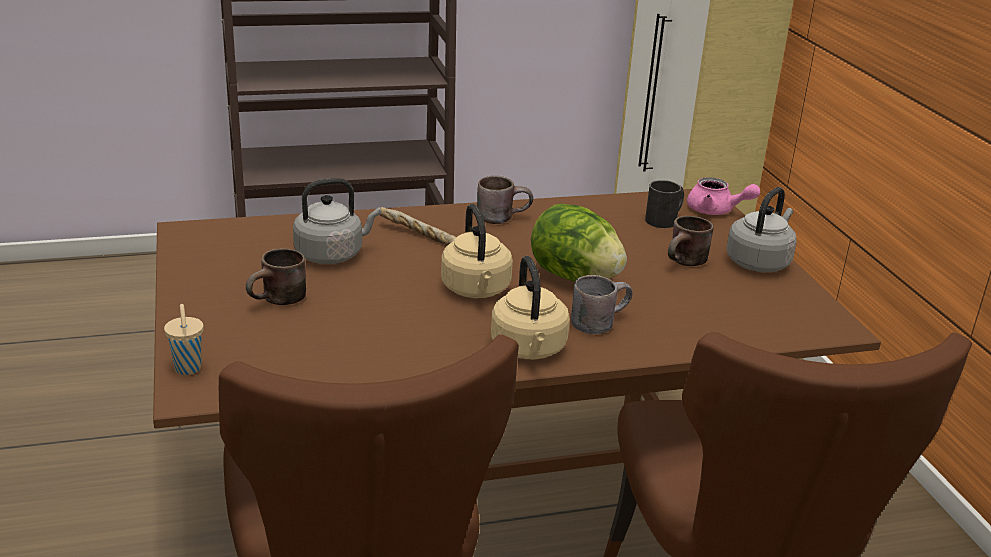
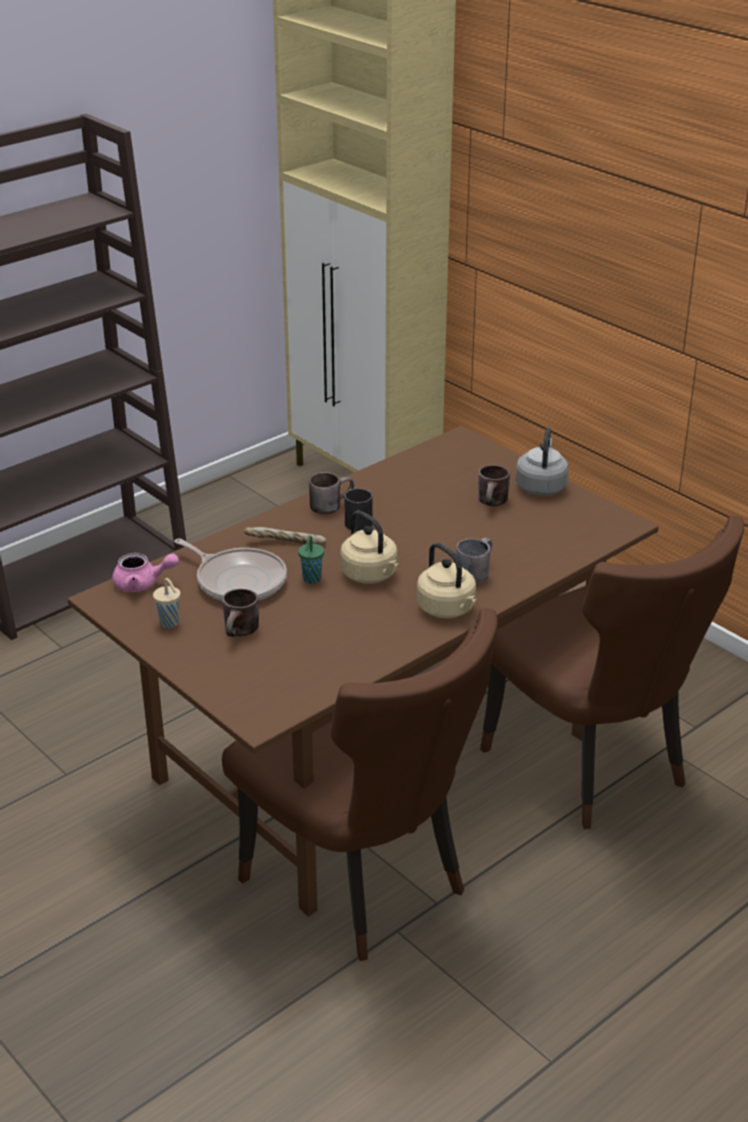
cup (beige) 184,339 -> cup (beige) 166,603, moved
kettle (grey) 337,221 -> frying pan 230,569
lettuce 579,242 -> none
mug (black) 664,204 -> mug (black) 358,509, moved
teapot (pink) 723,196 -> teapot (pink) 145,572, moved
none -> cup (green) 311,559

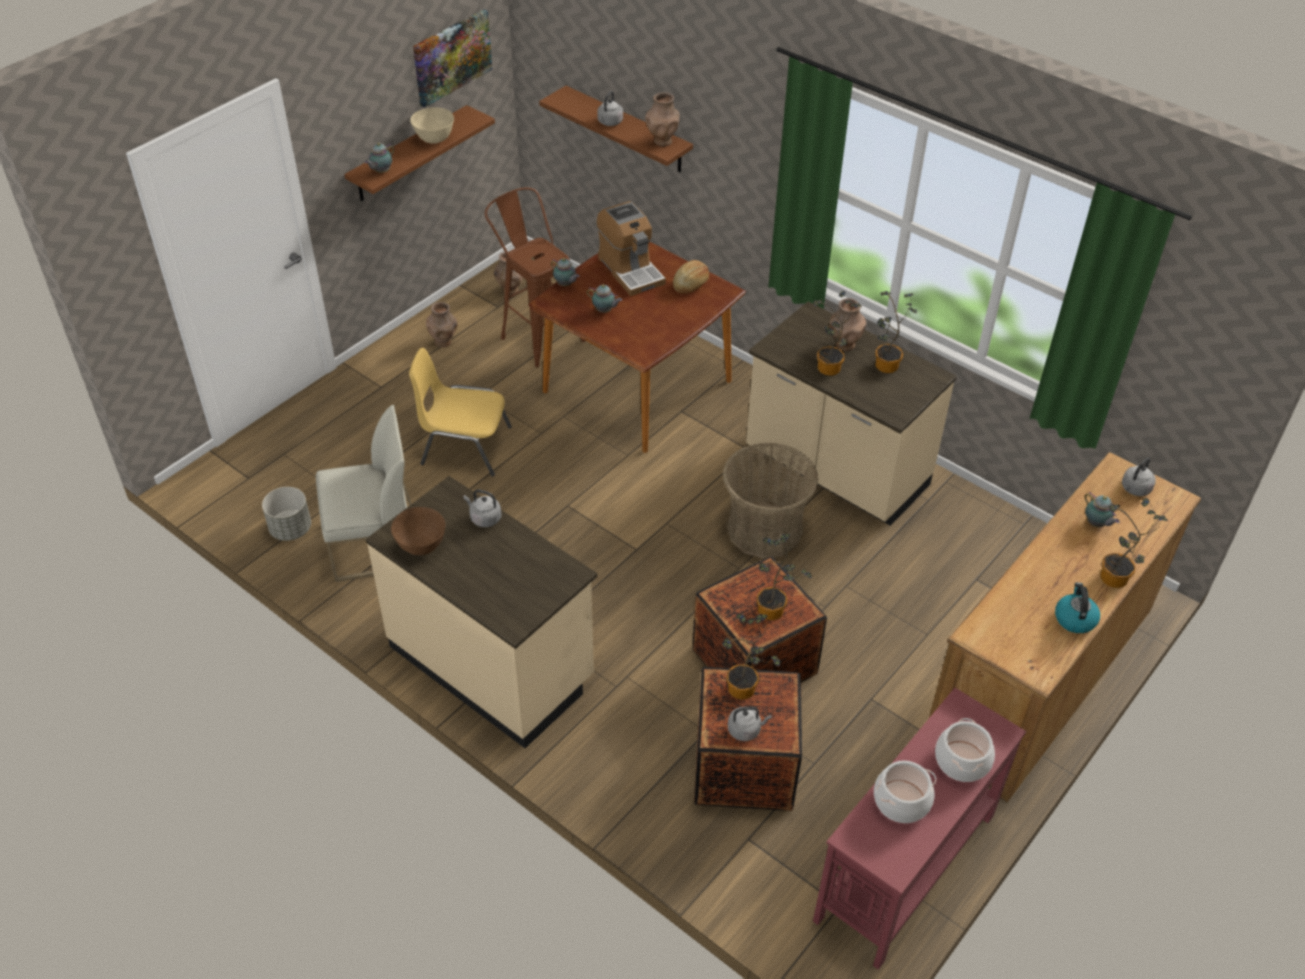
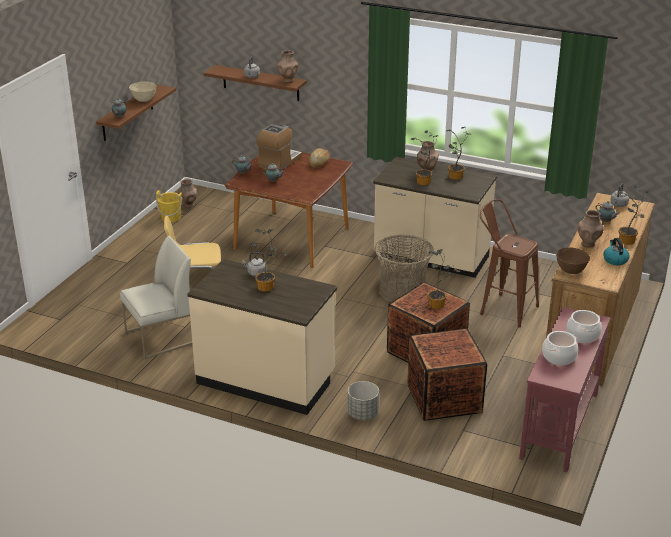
planter (grey) 286,514 -> planter (grey) 363,400, moved
bowl (brown) 418,531 -> bowl (brown) 573,260, moved
picture 453,58 -> none
vase (brown) 441,324 -> vase (brown) 590,229, moved
stool (brown) 535,277 -> stool (brown) 509,263, moved
coffee machine 631,248 -> coffee machine 279,148, 105 degrees counterclockwise
potted plant 751,656 -> potted plant 268,260, moved
kettle (grey) 750,724 -> none
none -> bucket (yellow) 169,206

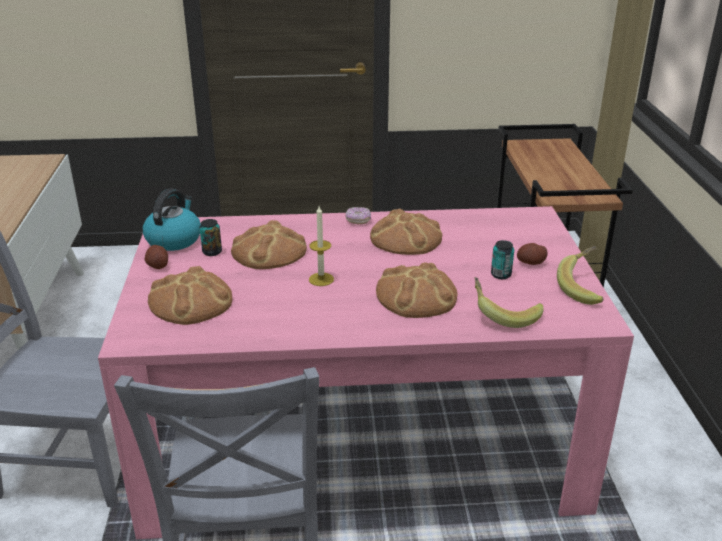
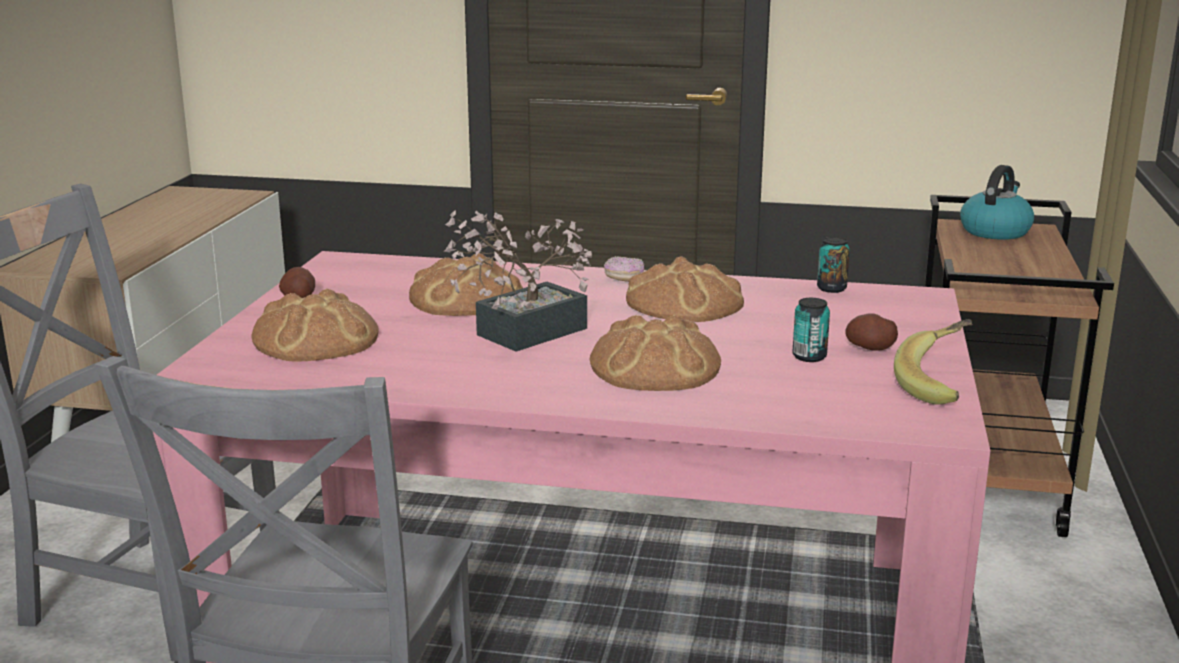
kettle 172,219 -> kettle 997,202, moved
can 211,237 -> can 833,265, moved
candle 321,246 -> potted plant 518,280
banana 509,302 -> none

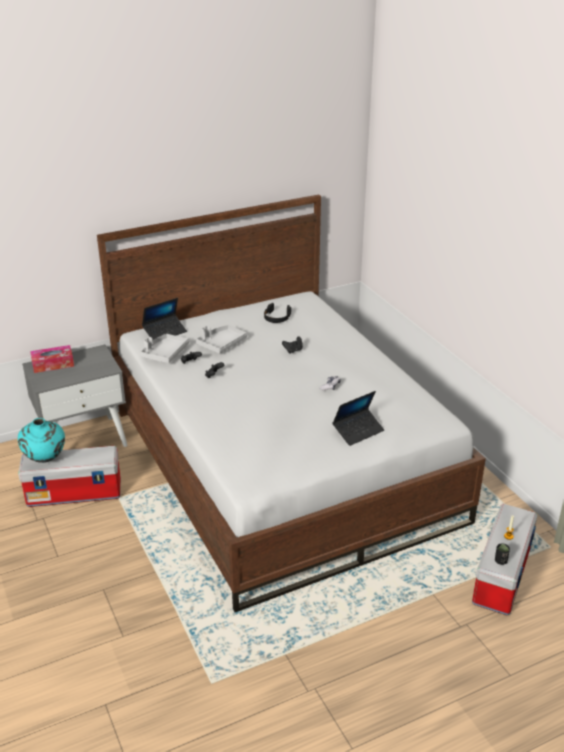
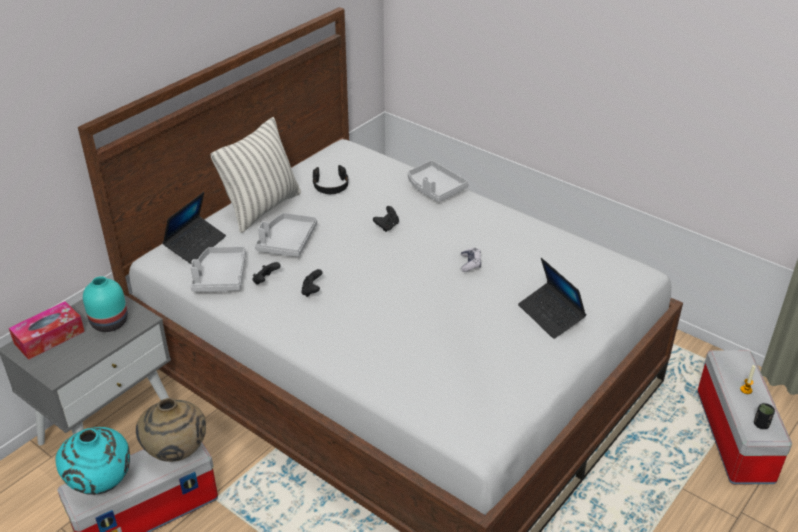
laptop 358,418 -> laptop 552,298, 120 degrees clockwise
none -> vase (turquoise) 105,304
none -> vase (beige) 171,430
none -> pillow 255,175
none -> tray (grey) 438,181

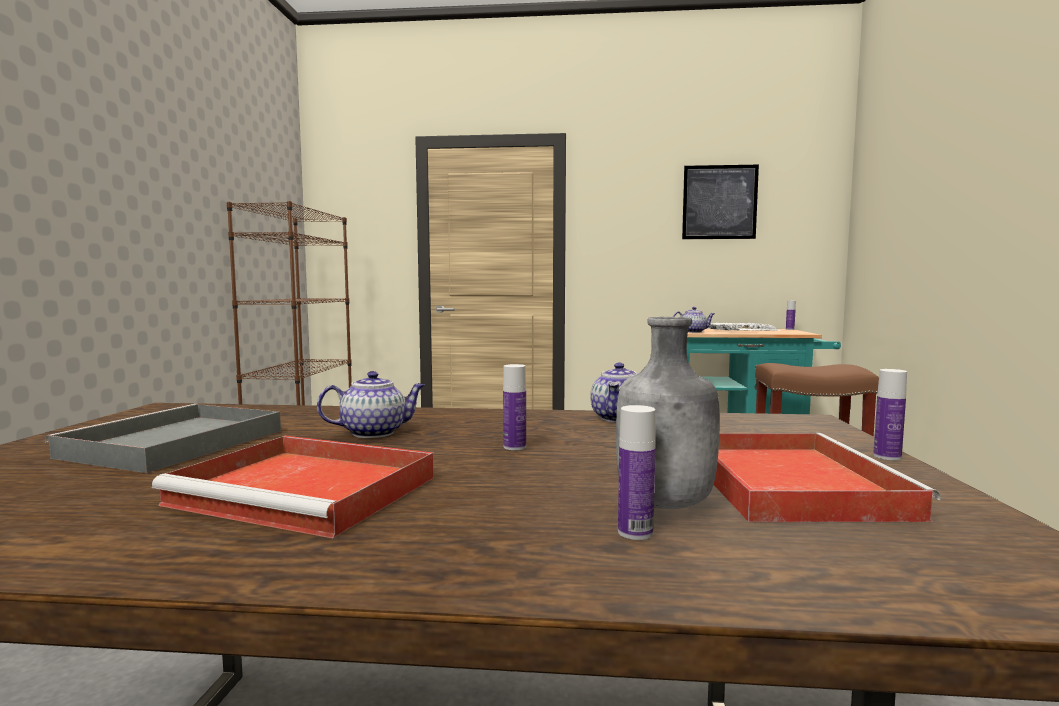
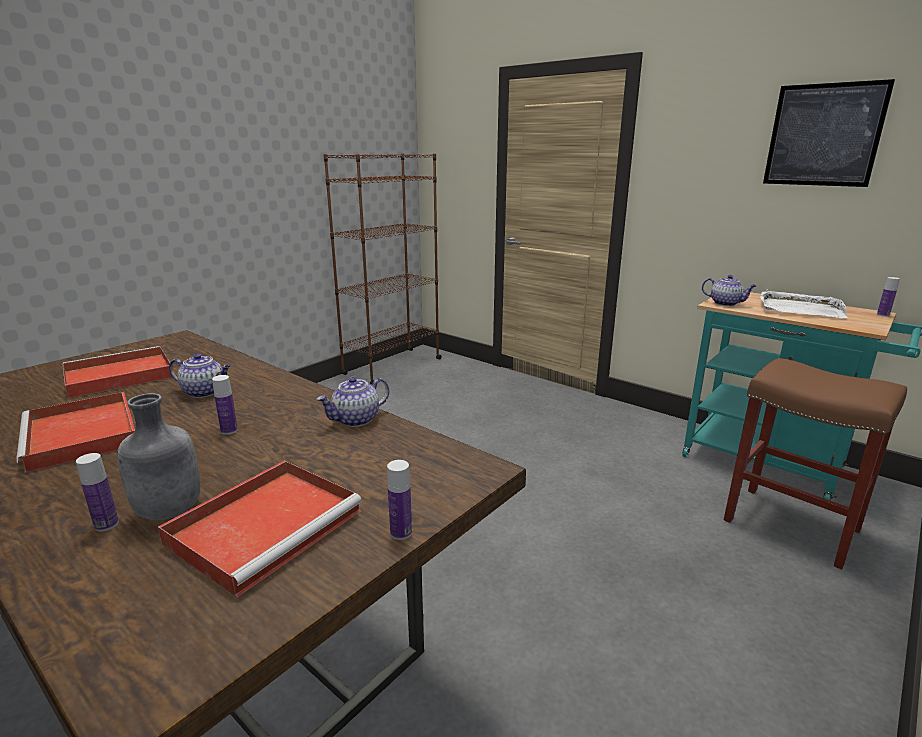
tray (grey) 163,438 -> tray (red) 117,372

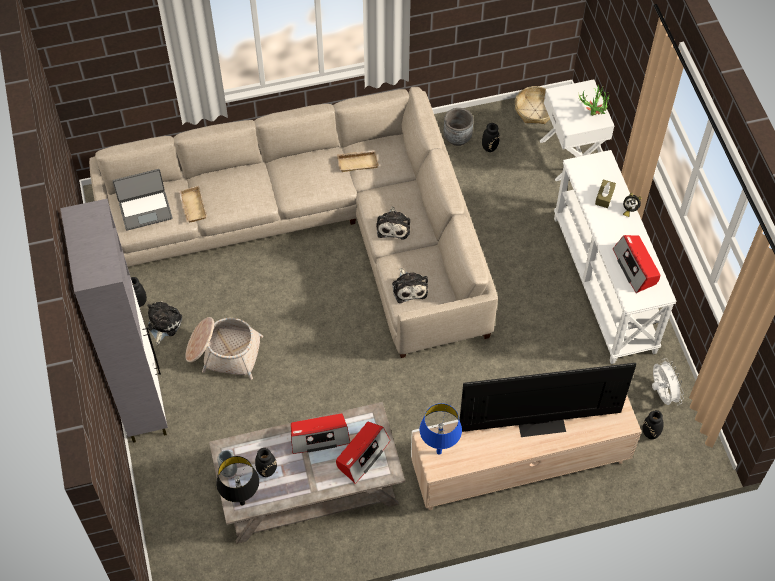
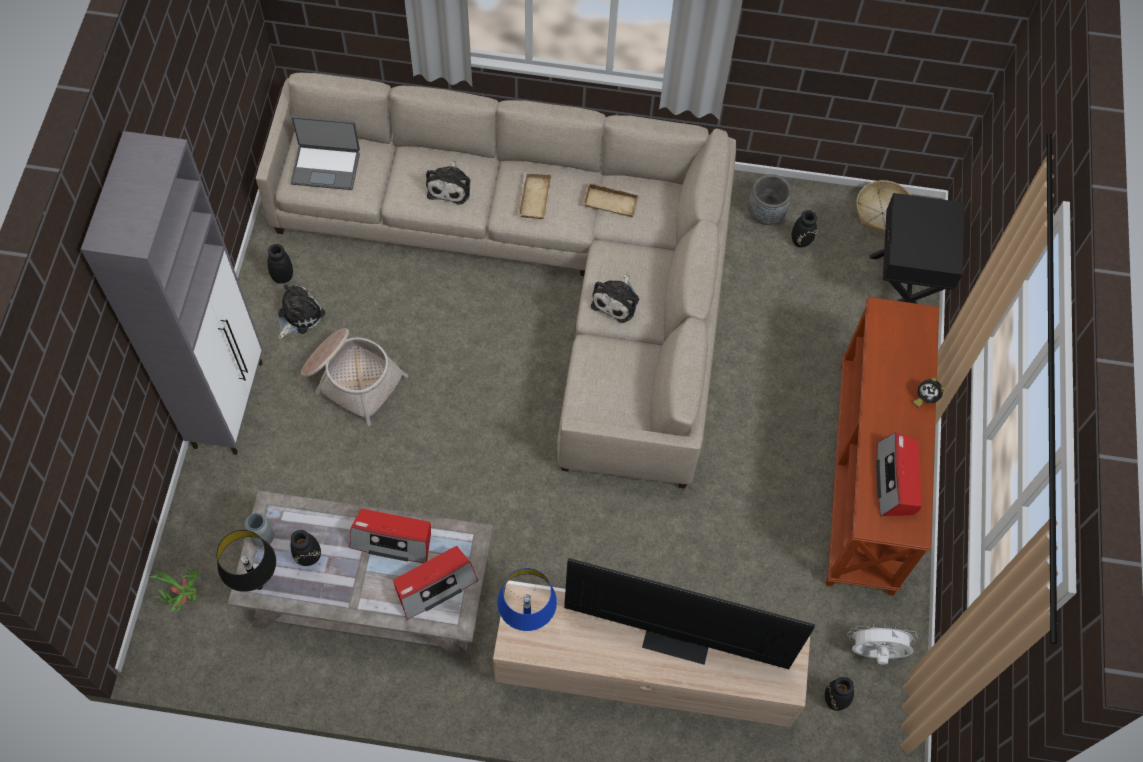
tray (beige) 192,204 -> tray (beige) 535,195, moved
plush toy 410,285 -> plush toy 448,182, moved
nightstand (white) 577,130 -> nightstand (black) 916,248
console table (white) 615,257 -> console table (brown) 882,446
potted plant 593,100 -> potted plant 173,590, moved
tissue box (brown) 605,194 -> none
fan (white) 668,382 -> fan (white) 882,644, 90 degrees counterclockwise

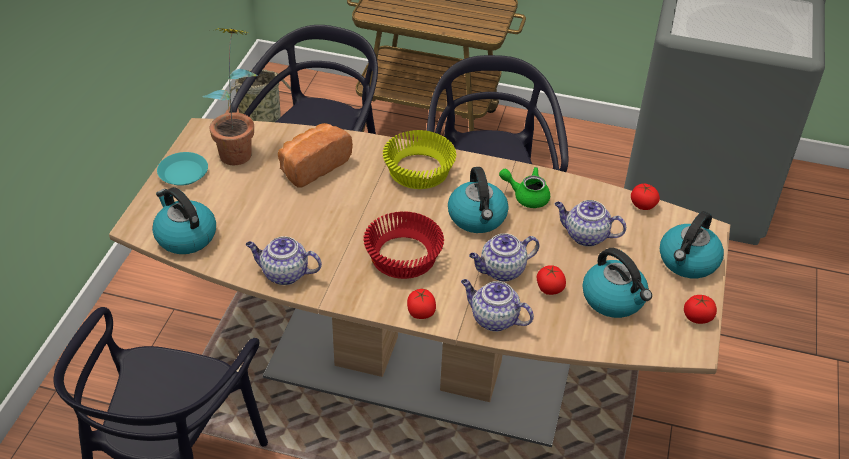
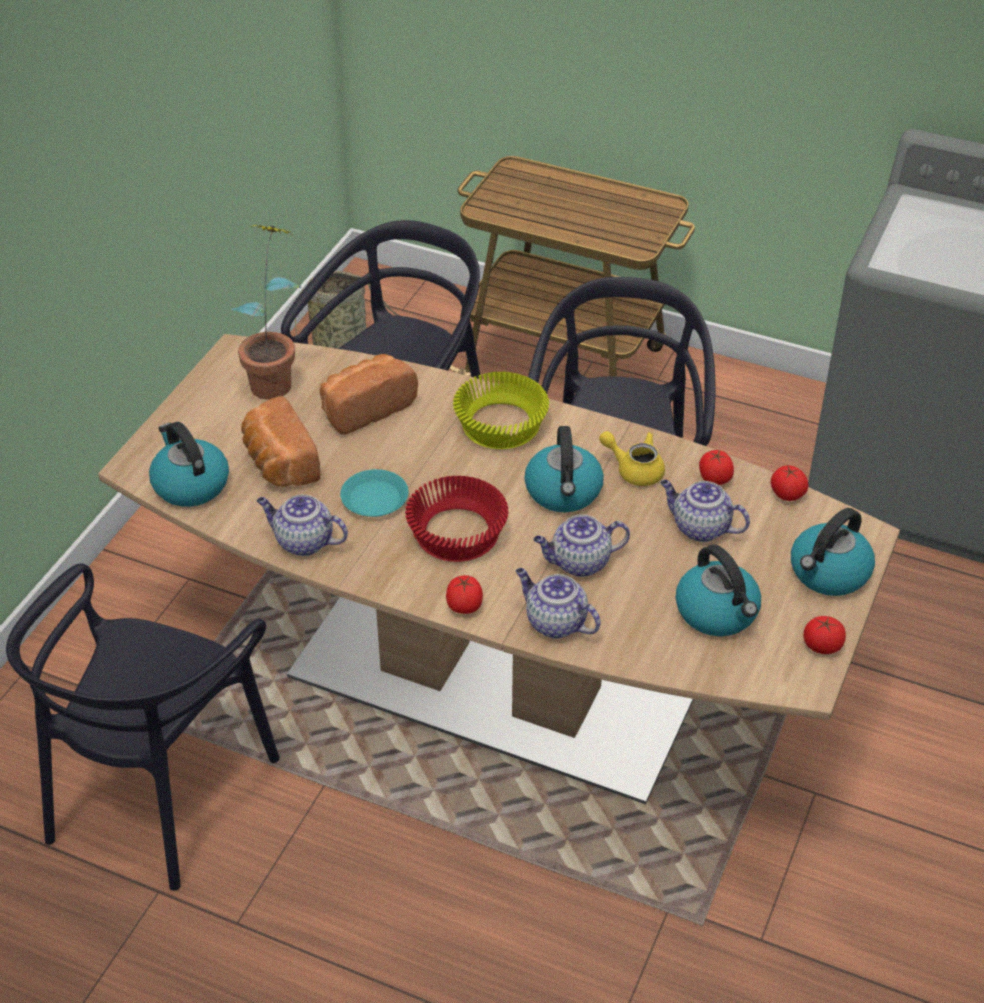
plate (turquoise) 182,169 -> plate (turquoise) 374,493, moved
teapot (green) 524,187 -> teapot (yellow) 632,458
tomato 551,280 -> tomato 716,467, moved
none -> bread 281,441

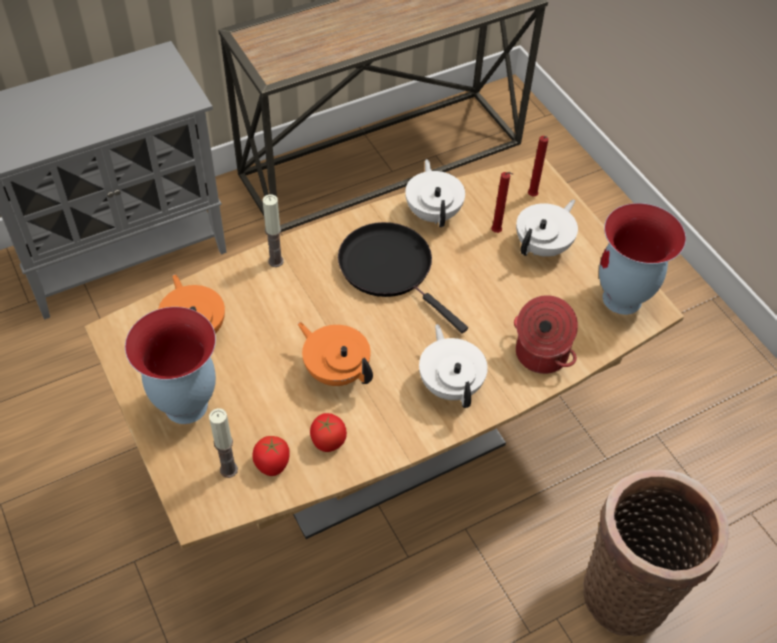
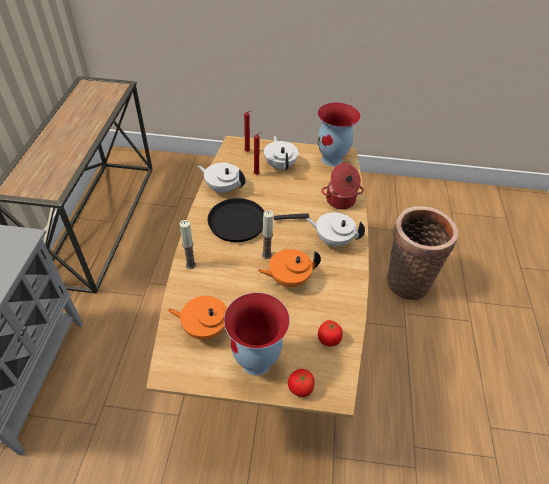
candle 223,443 -> candle 267,234, moved
tomato 328,432 -> tomato 301,383, moved

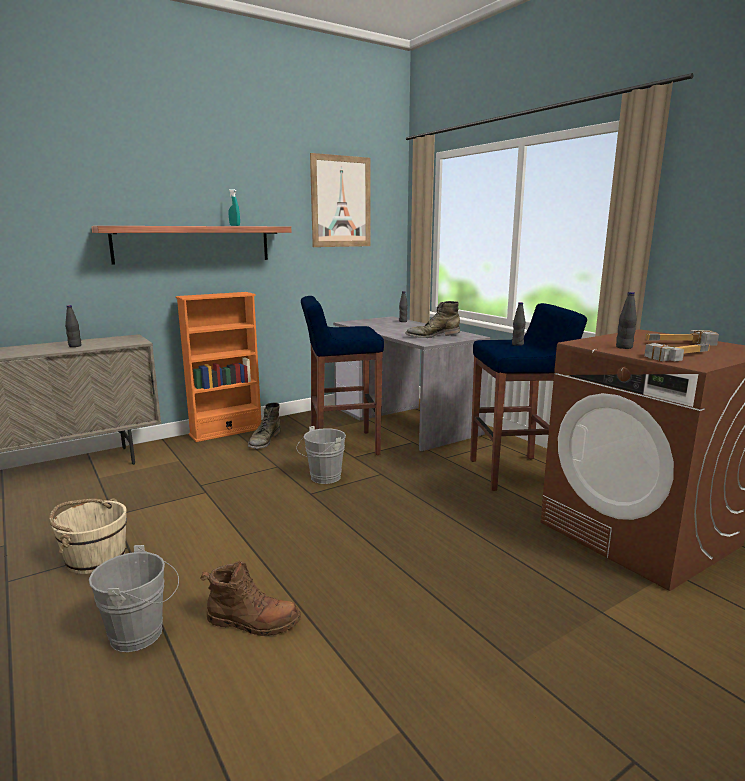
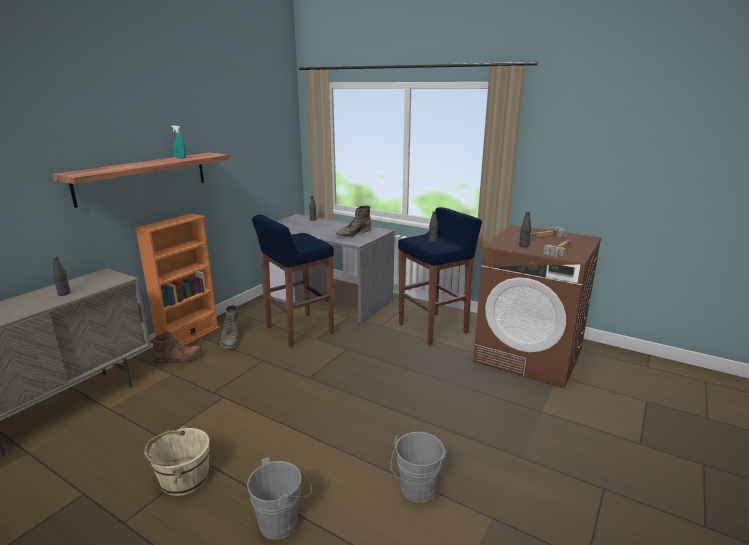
boot (brown) 250,598 -> boot (brown) 176,348, moved
bucket (grey) 321,455 -> bucket (grey) 419,467, moved
picture 340,200 -> none

